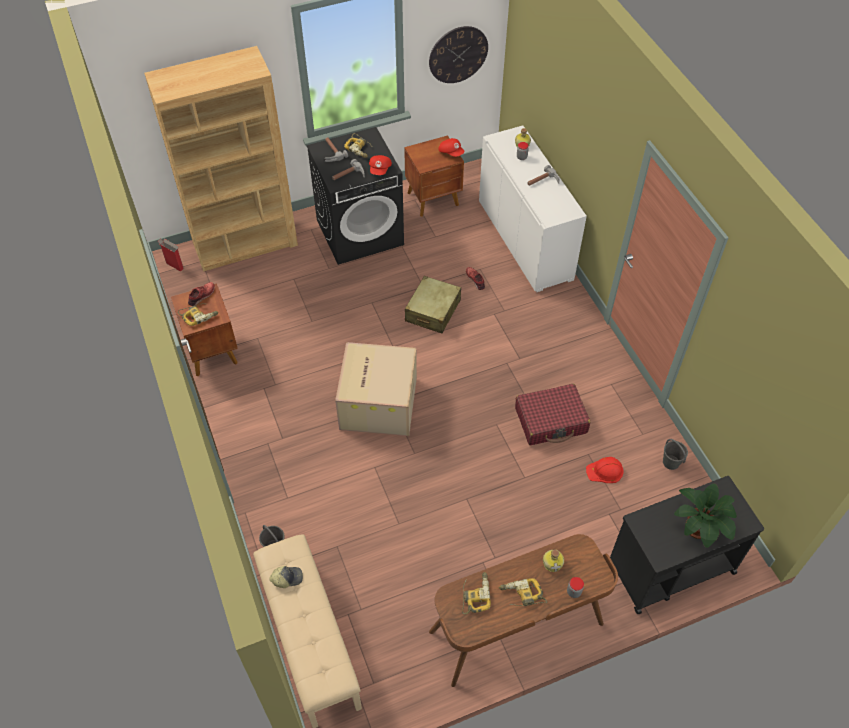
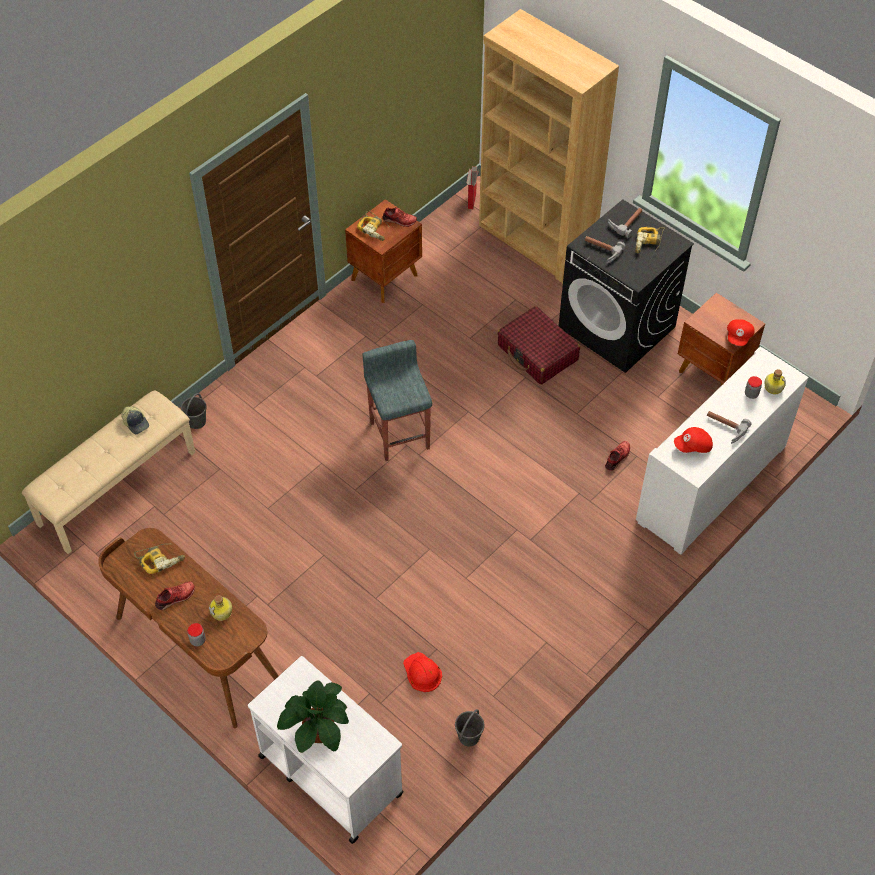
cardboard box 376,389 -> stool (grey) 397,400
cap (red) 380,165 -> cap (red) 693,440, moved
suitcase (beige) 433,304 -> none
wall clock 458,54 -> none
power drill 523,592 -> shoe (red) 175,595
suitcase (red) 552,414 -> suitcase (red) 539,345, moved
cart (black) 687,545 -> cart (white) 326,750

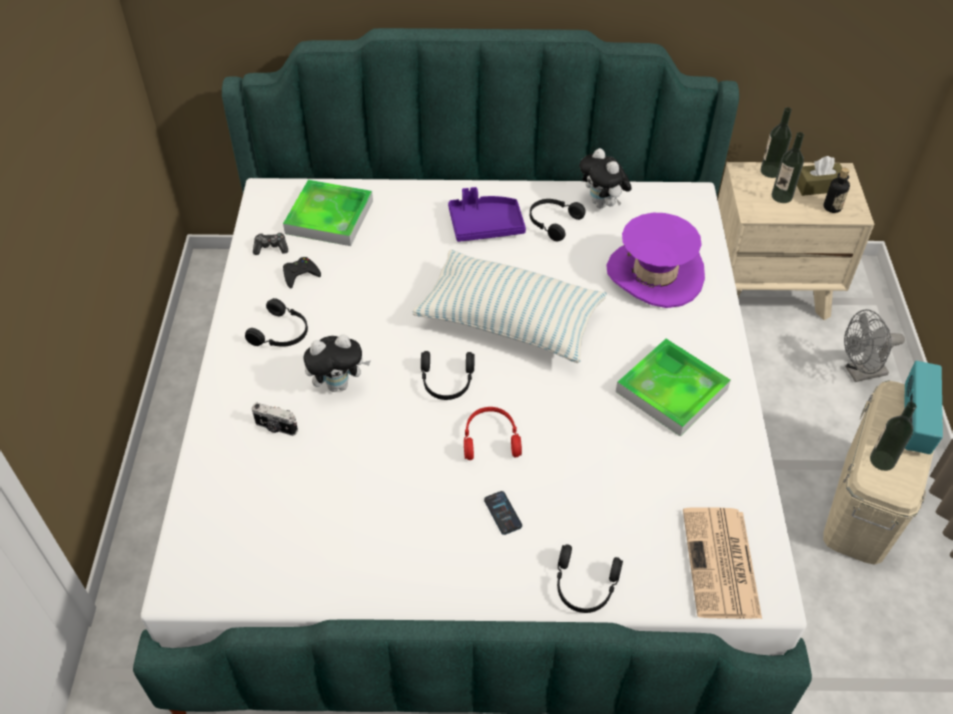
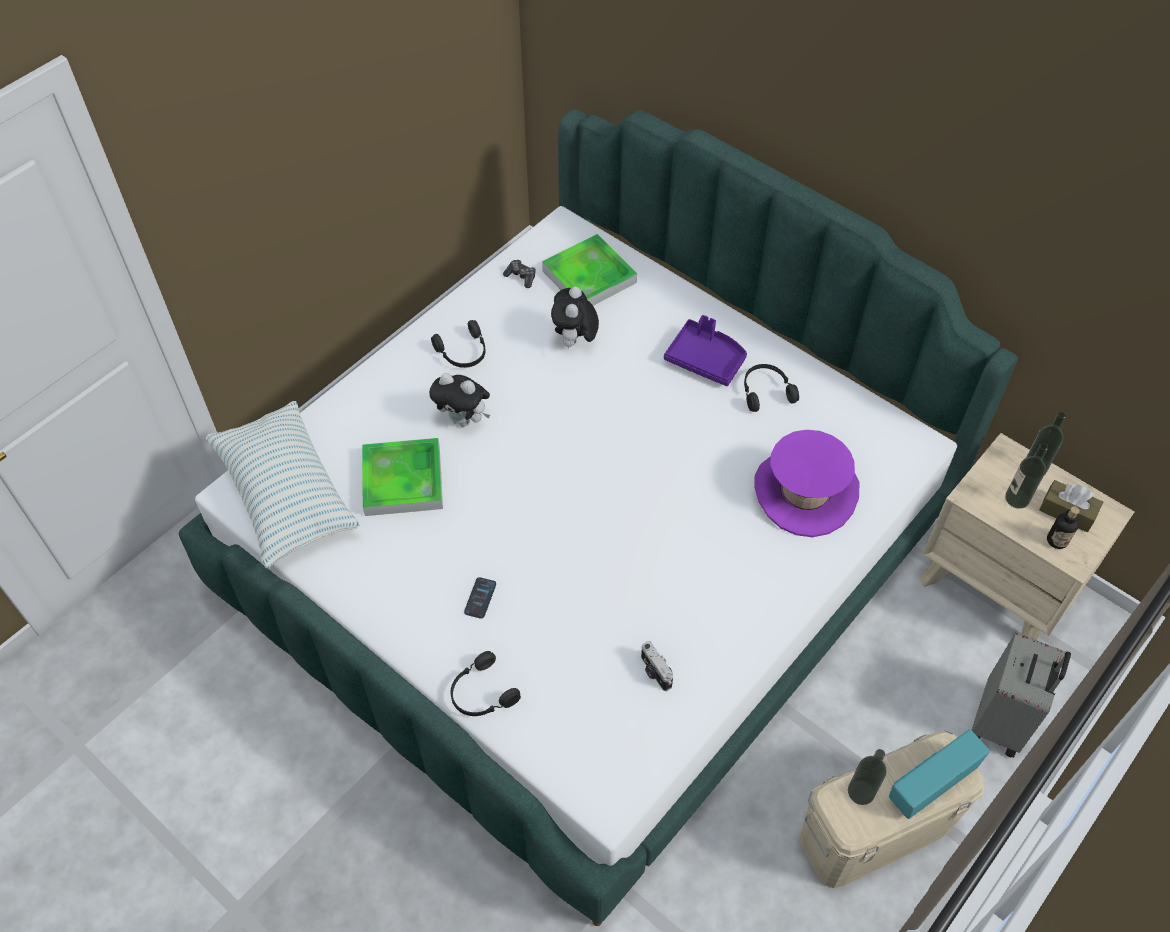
photo camera 275,419 -> photo camera 657,666, moved
game controller (black) 302,272 -> none
pillow 510,306 -> pillow 283,485, moved
headphones (black) 448,375 -> none
headphones (red) 493,433 -> none
plush toy 605,178 -> plush toy 575,317, moved
tray 673,387 -> tray 402,477, moved
newspaper 722,563 -> none
fan (grey) 874,345 -> suitcase (grey) 1021,695

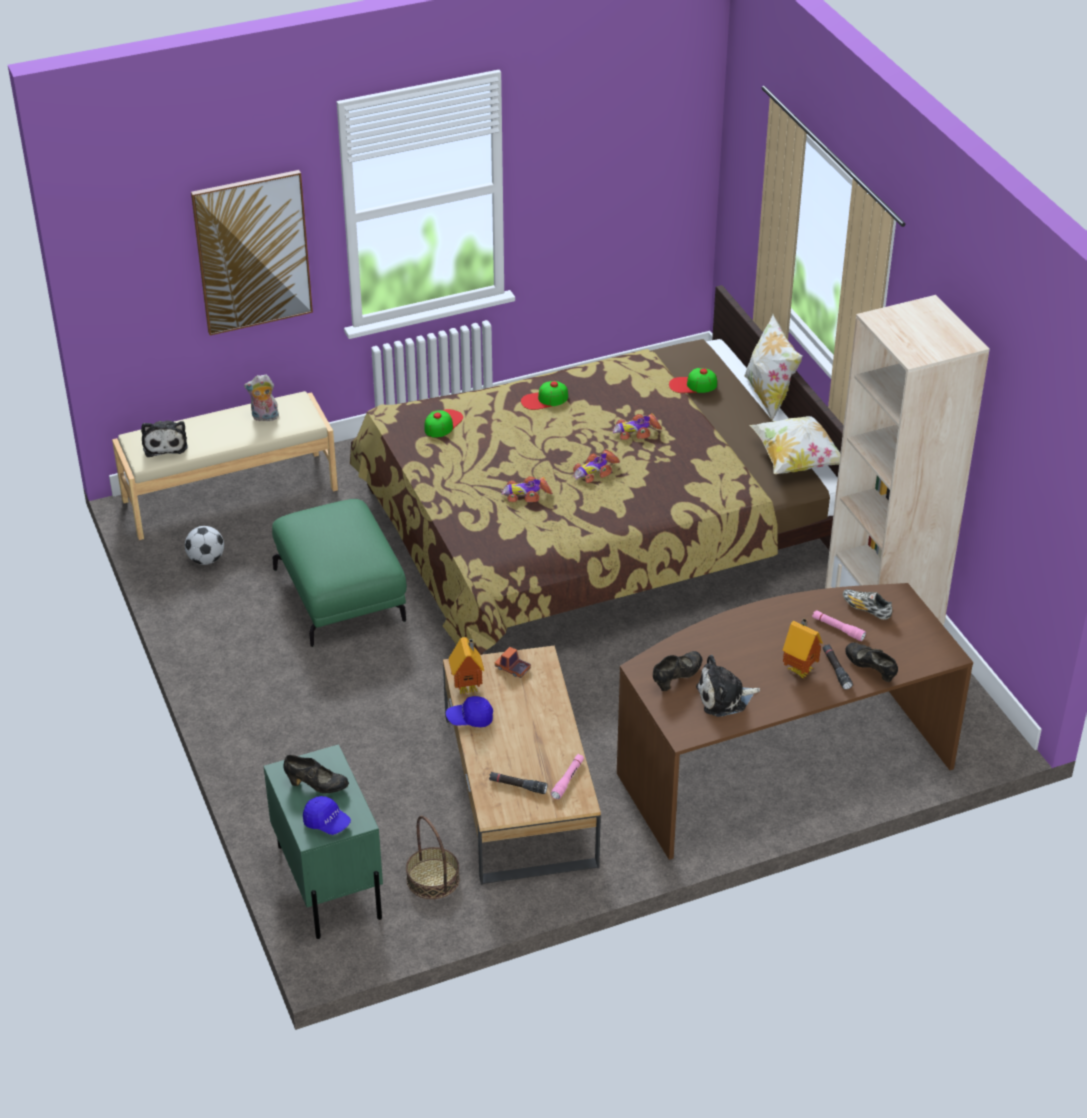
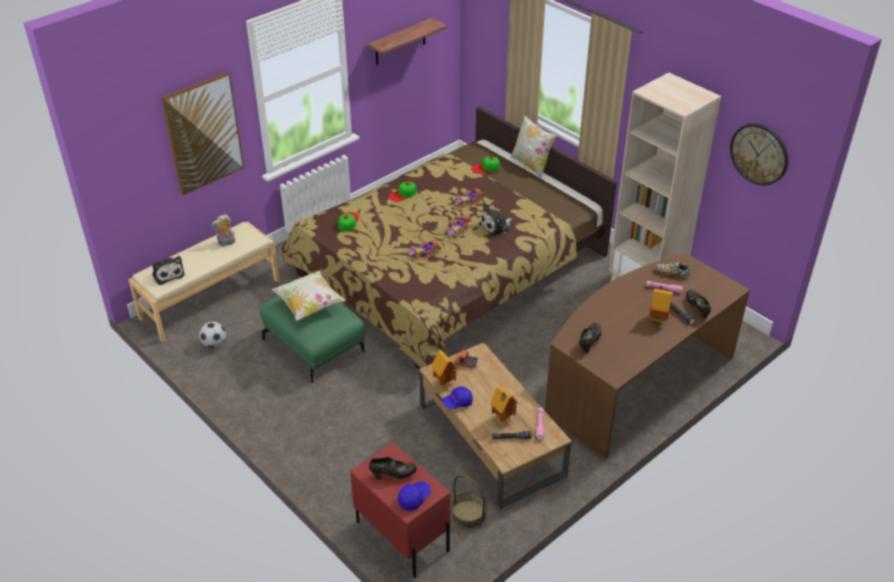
nightstand (green) 323,841 -> nightstand (red) 400,510
cap (blue) 327,815 -> cap (blue) 414,496, 60 degrees counterclockwise
plush toy 728,686 -> plush toy 495,220, moved
pillow 795,445 -> pillow 308,296, moved
shoe (black) 871,662 -> shoe (black) 698,304, 45 degrees clockwise
none -> shelf 407,41
none -> toy house 504,405
none -> wall clock 759,154

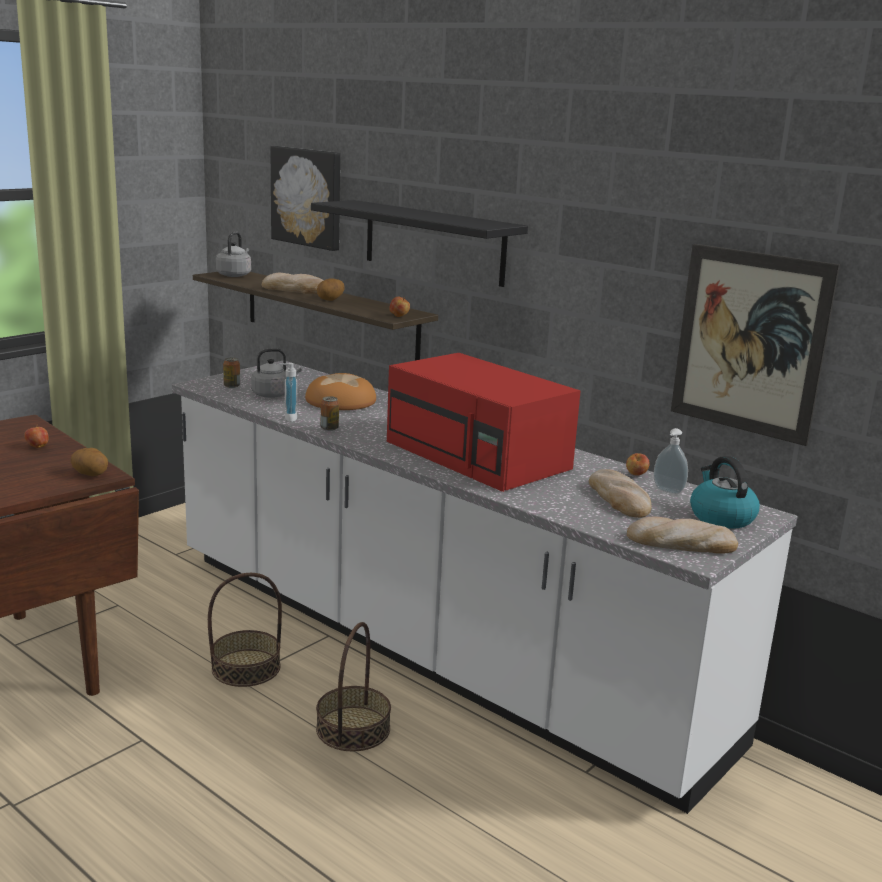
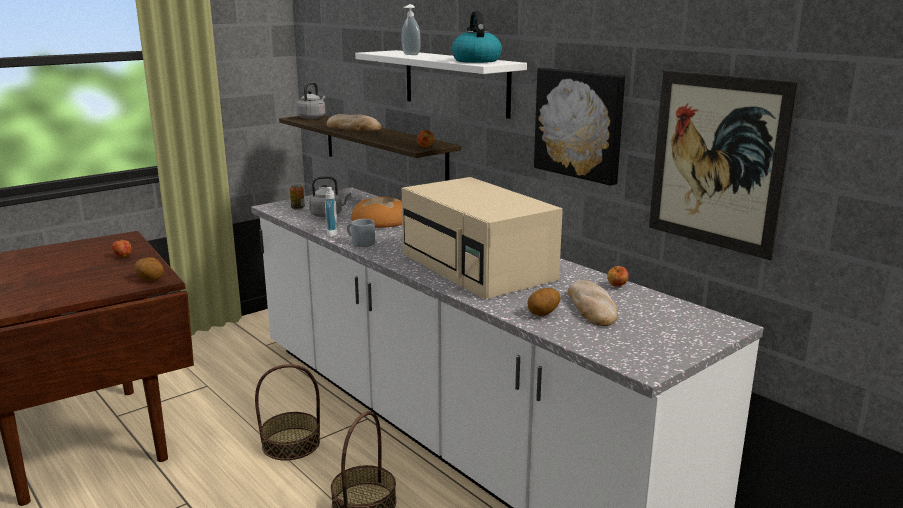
picture 305,198 -> picture 579,127, moved
shelf (black) 419,243 -> shelf (white) 441,84
potato 331,289 -> potato 544,302, moved
can 329,413 -> mug (grey) 361,233
microwave (red) 484,422 -> microwave (beige) 482,238
bread 682,534 -> none
soap dispenser 671,461 -> soap dispenser 411,29, moved
kettle 725,492 -> kettle 477,37, moved

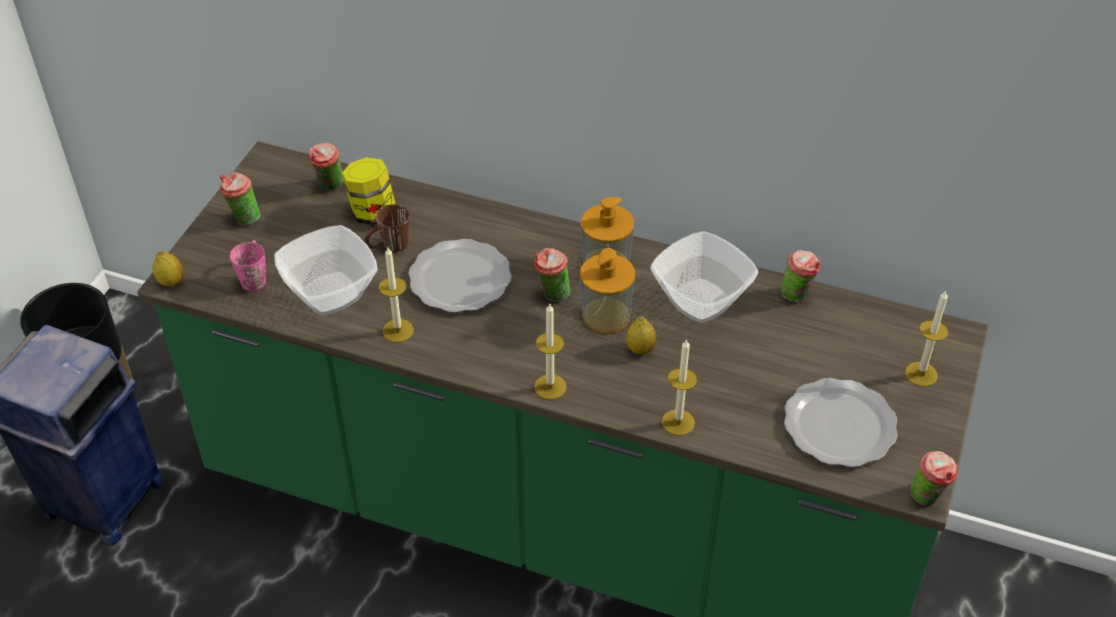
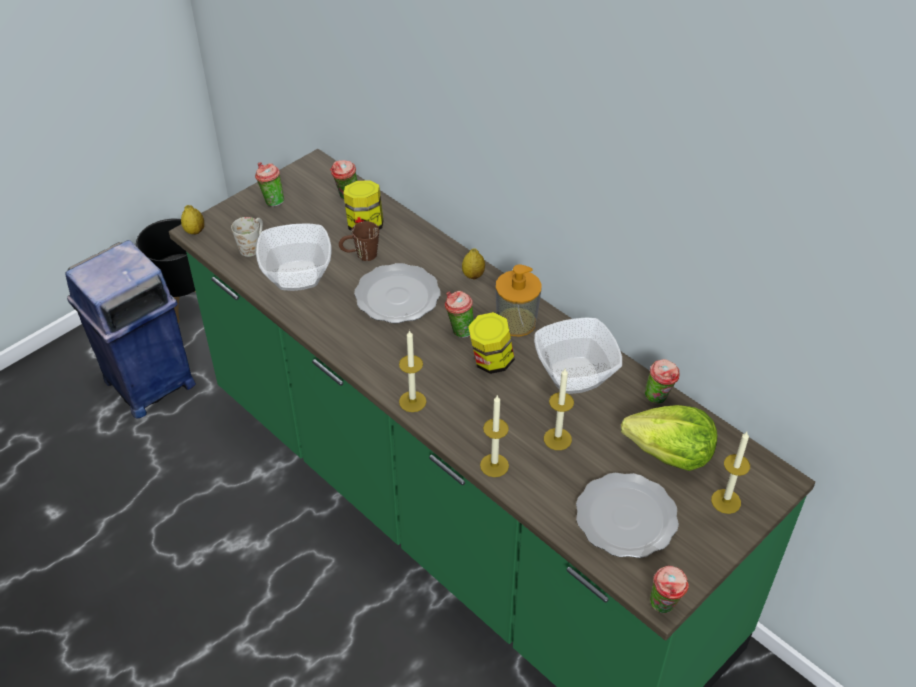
mug (pink) 248,265 -> mug (white) 247,237
candle 396,294 -> candle 559,409, moved
soap dispenser 607,290 -> jar 491,343
lemon 641,336 -> lemon 473,263, moved
none -> lettuce 669,438

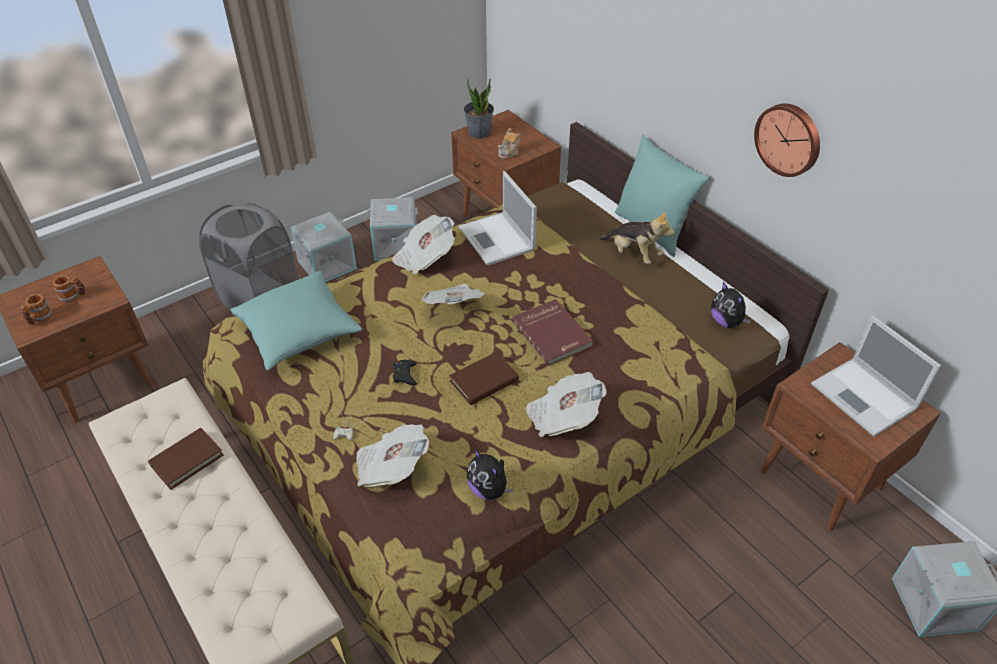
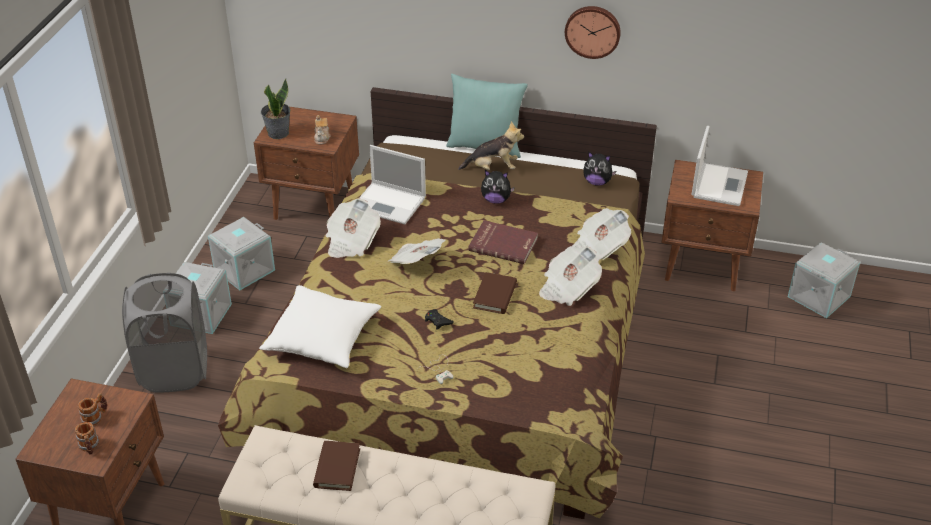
pillow (turquoise) 296,321 -> pillow (white) 320,326
newspaper 392,455 -> newspaper 601,235, moved
plush toy 490,474 -> plush toy 498,187, moved
laptop 876,376 -> laptop 720,166, 90 degrees counterclockwise

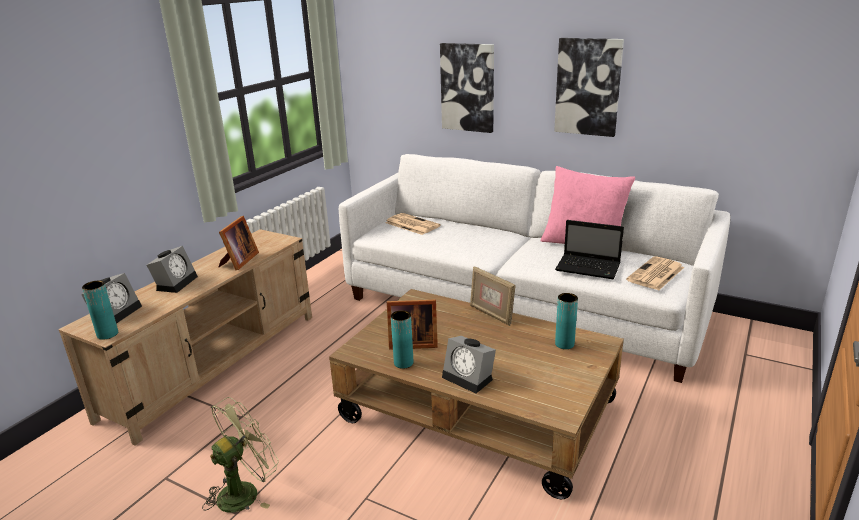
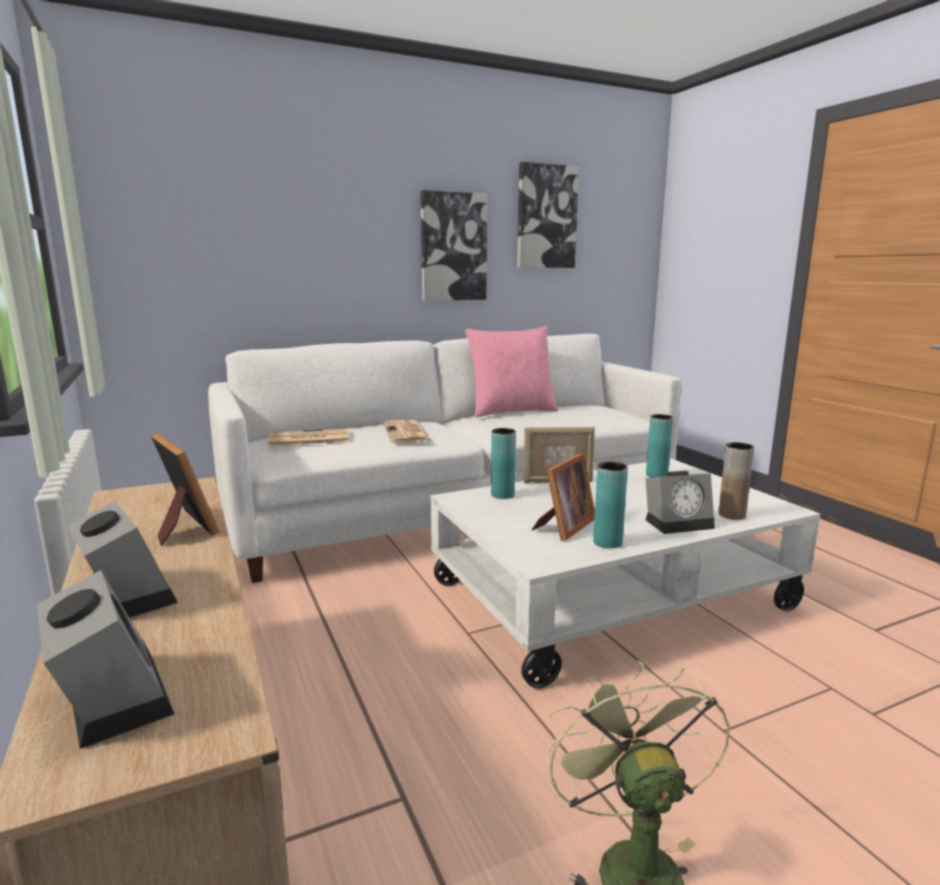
vase (turquoise) 100,310 -> vase (turquoise) 503,463, moved
coffee table (brown) 476,394 -> coffee table (white) 625,573
picture 467,88 -> picture 548,215, moved
laptop 589,250 -> none
newspaper 655,273 -> newspaper 407,431, moved
none -> vase (brown) 736,481

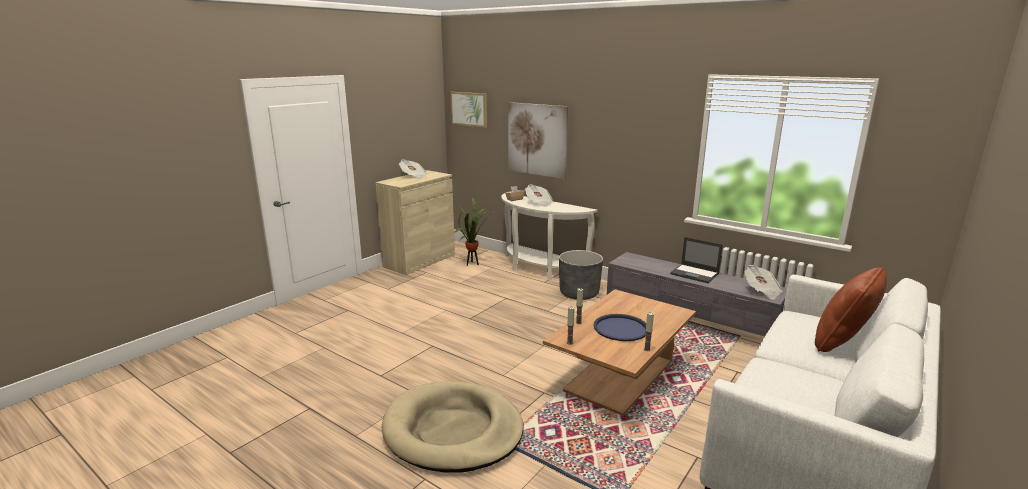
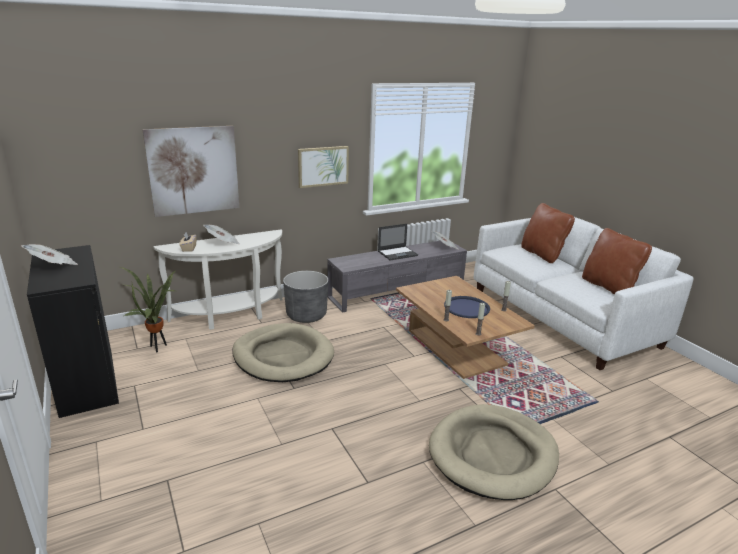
cabinet (beige) 415,222 -> cabinet (black) 73,331
picture 468,110 -> picture 323,167, moved
none -> dog bed (beige) 283,352
none -> pillow (brown) 617,261

